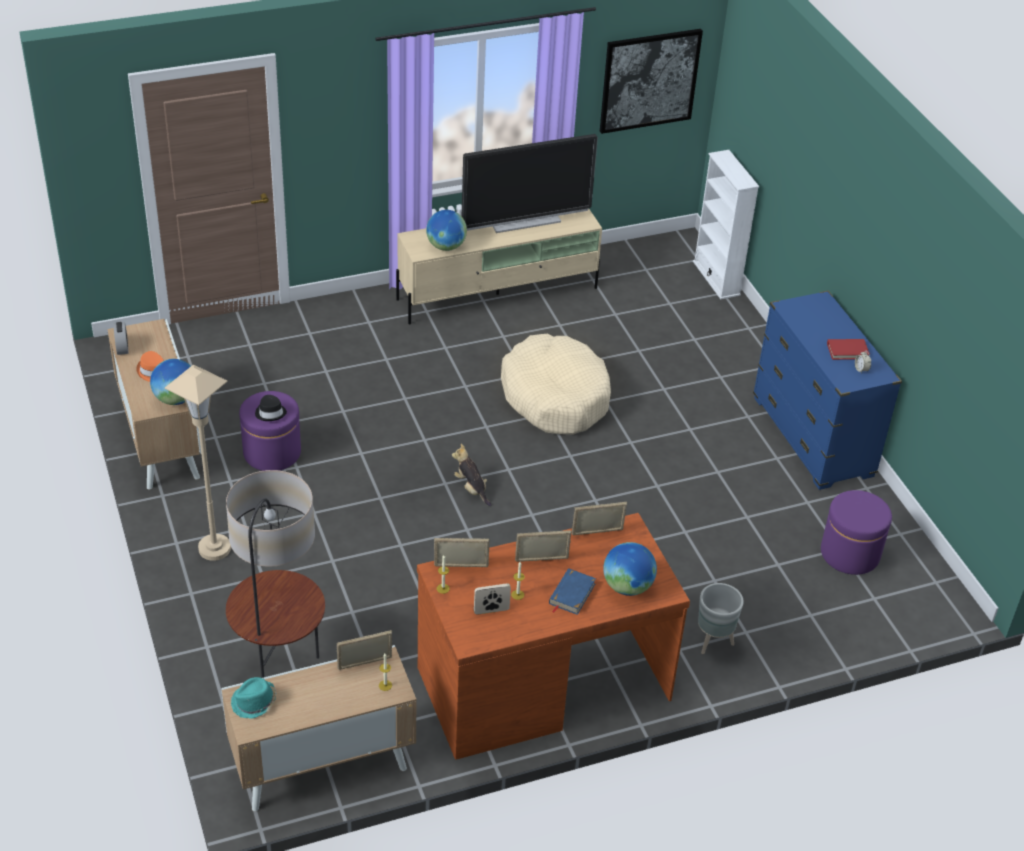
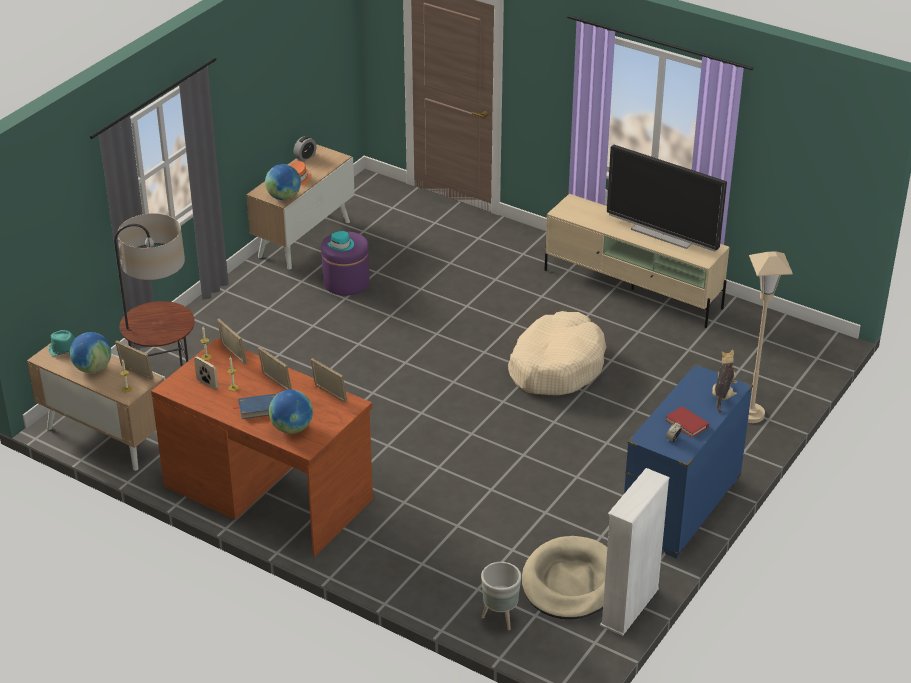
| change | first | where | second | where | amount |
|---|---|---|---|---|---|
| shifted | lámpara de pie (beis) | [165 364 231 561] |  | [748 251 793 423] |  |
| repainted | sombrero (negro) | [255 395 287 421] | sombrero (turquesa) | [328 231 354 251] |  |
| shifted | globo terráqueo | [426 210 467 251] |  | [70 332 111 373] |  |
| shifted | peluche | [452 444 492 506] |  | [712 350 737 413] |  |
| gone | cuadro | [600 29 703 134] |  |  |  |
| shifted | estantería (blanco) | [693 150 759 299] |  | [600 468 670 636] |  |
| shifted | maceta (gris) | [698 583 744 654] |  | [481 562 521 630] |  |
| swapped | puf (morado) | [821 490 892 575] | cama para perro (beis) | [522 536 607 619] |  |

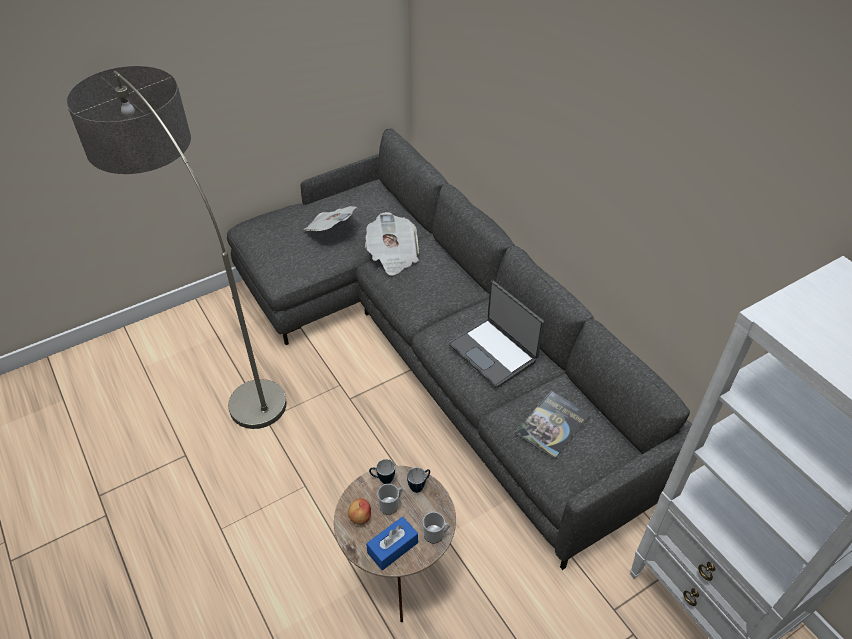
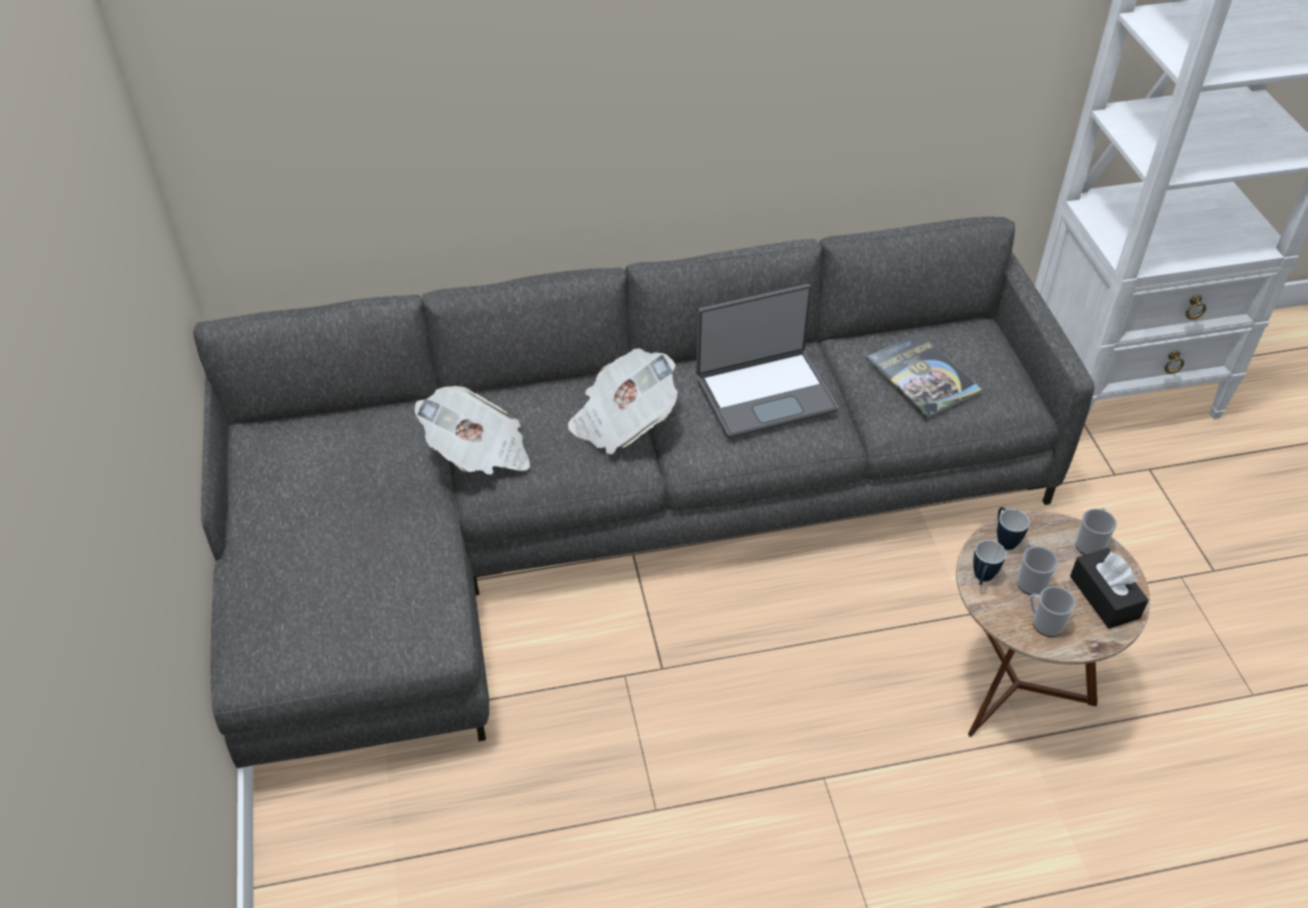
| change | first | where | second | where | amount |
|---|---|---|---|---|---|
| gone | lámpara de pie | [66 66 287 429] |  |  |  |
| shifted | periódico | [304 206 357 231] |  | [568 348 678 454] |  |
| swapped | manzana | [348 499 371 525] | taza grande | [1030 586 1075 637] |  |
| repainted | caja de pañuelos (azul) | [366 517 418 570] | caja de pañuelos (negro) | [1070 548 1149 629] |  |

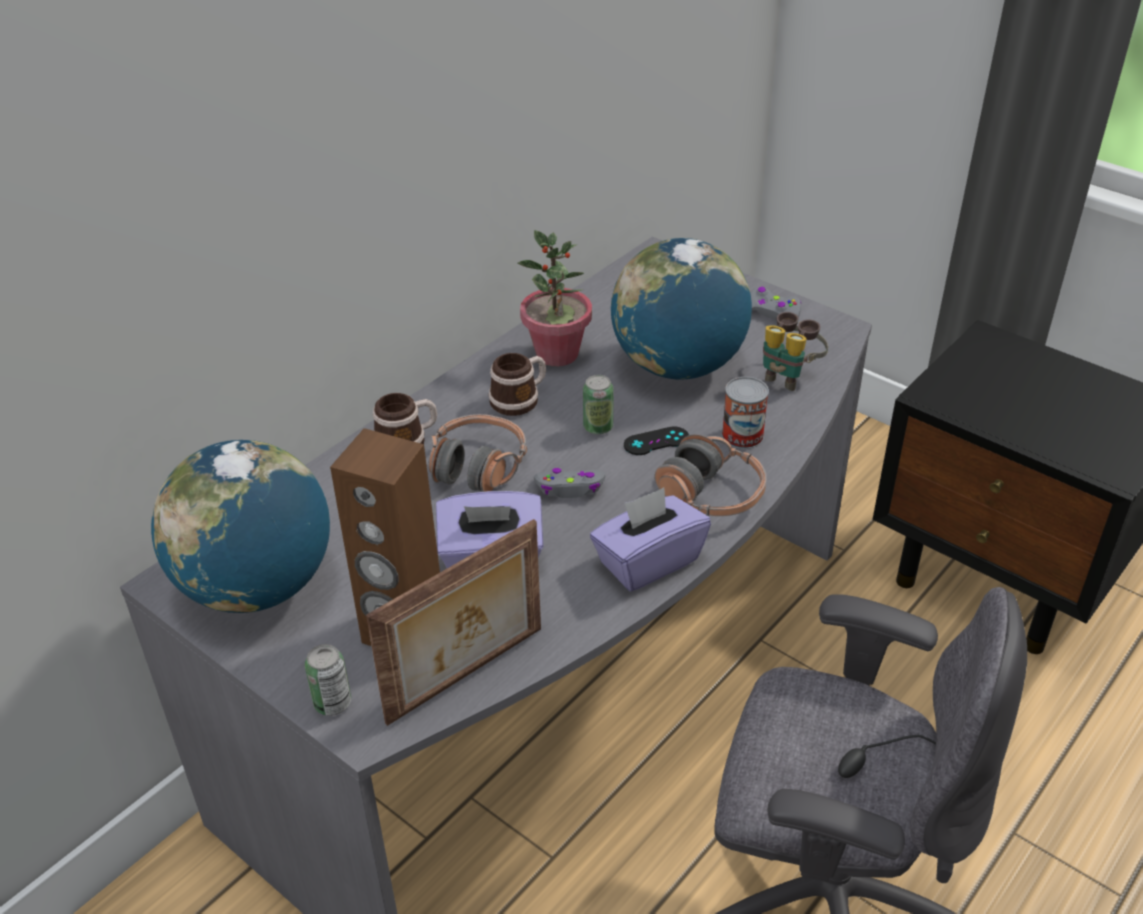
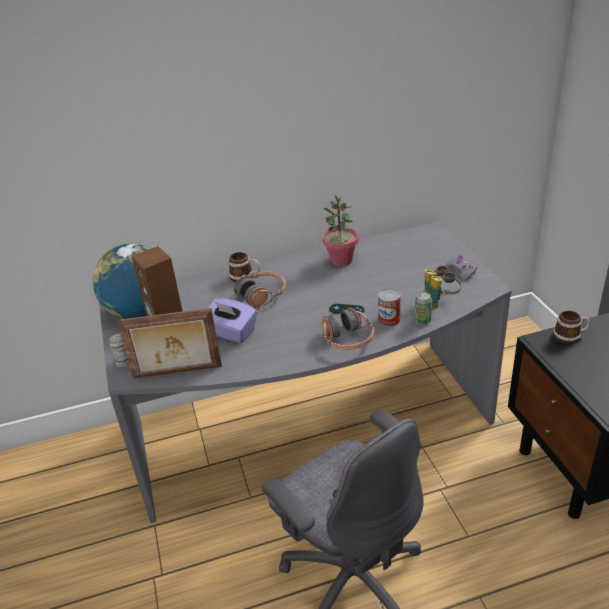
| change | first | where | second | where | amount |
|---|---|---|---|---|---|
| shifted | taza grande | [488 353 546 416] |  | [553 311 590 344] |  |
| gone | mando de consola (gris) | [534 468 605 498] |  |  |  |
| shifted | lata | [583 375 614 434] |  | [415 292 432 325] |  |
| gone | caja de pañuelos (morado) | [590 488 711 592] |  |  |  |
| gone | globo terráqueo | [611 238 752 380] |  |  |  |

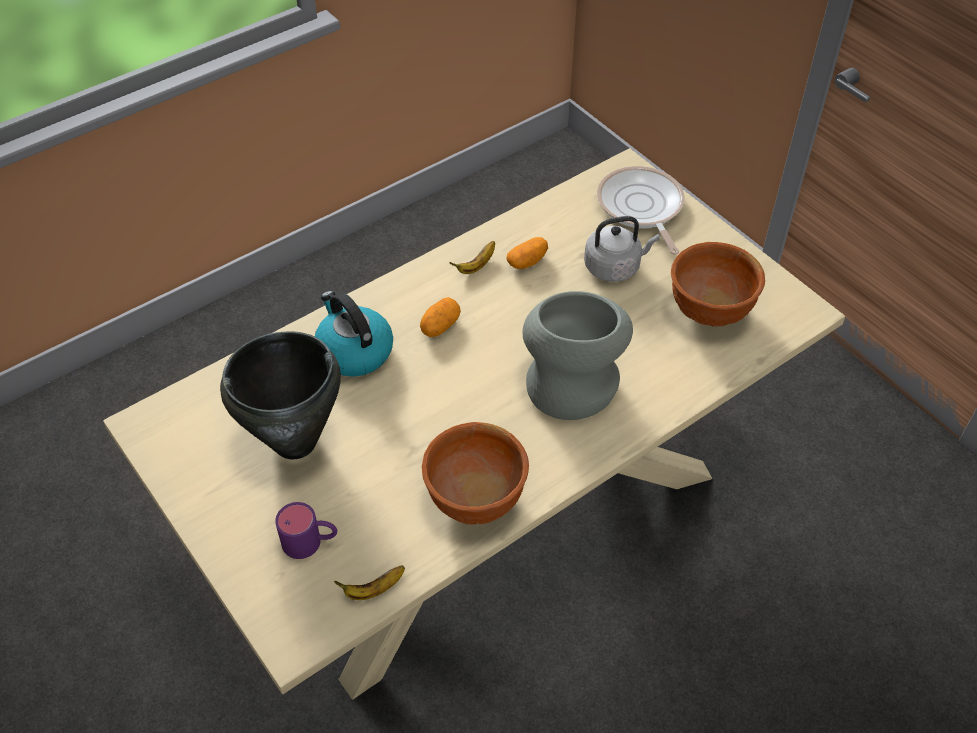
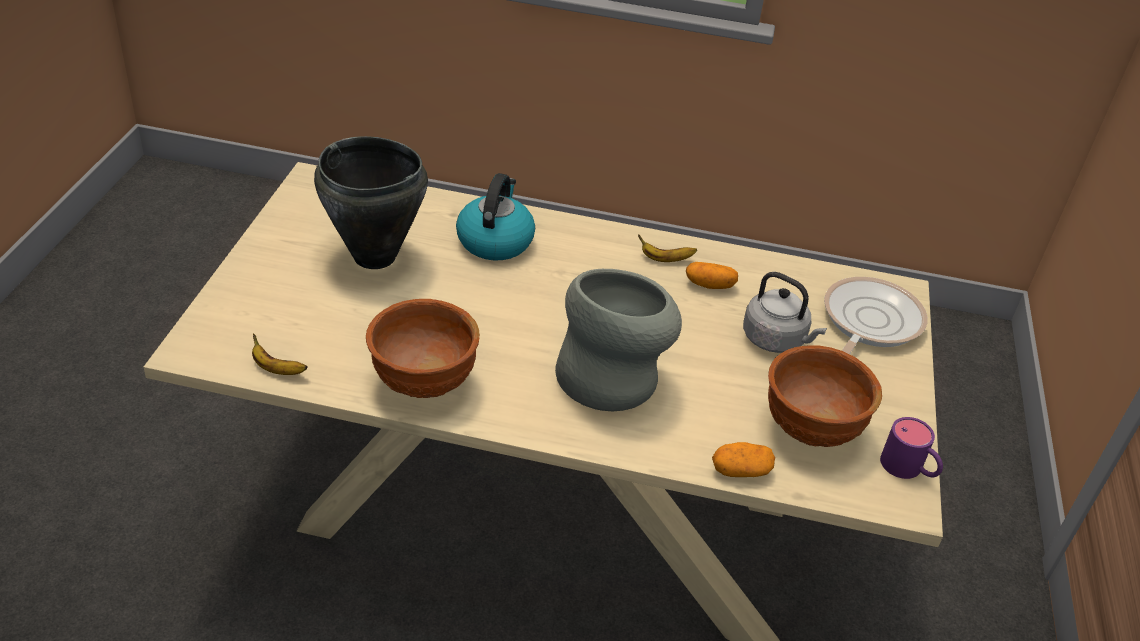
| change | first | where | second | where | amount |
|---|---|---|---|---|---|
| shifted | taza grande (morado) | [275 502 337 559] |  | [880 417 943 479] |  |
| shifted | patata | [420 297 461 337] |  | [712 442 775 477] |  |

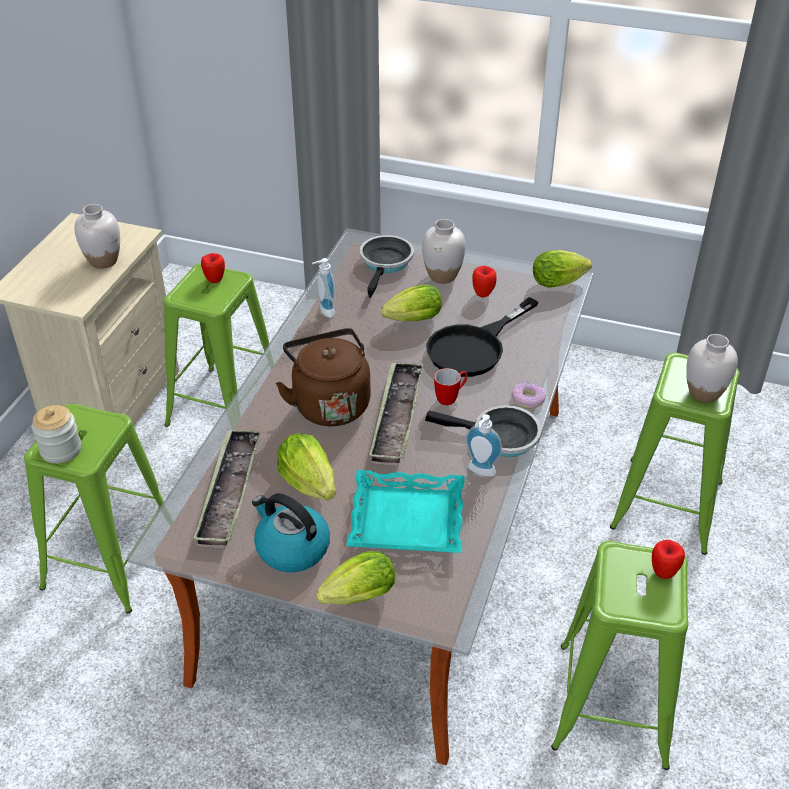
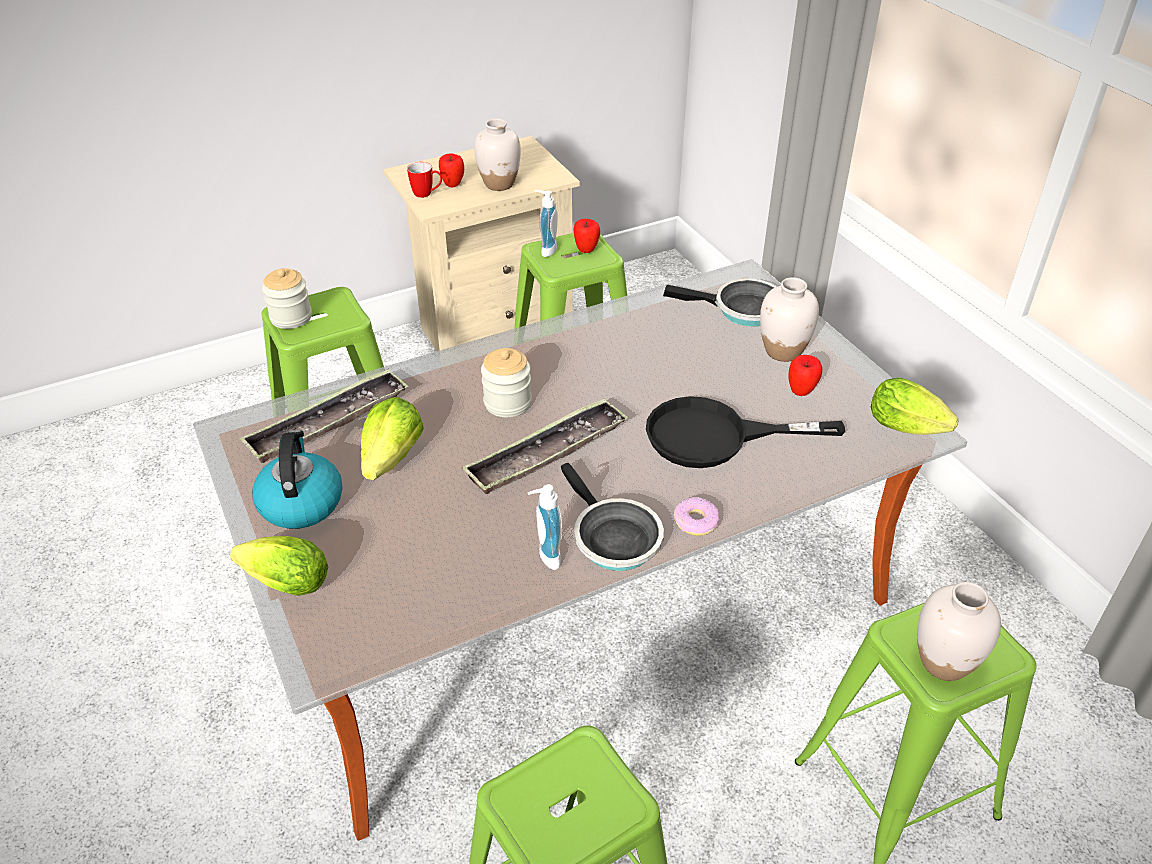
| change | first | where | second | where | amount |
|---|---|---|---|---|---|
| swapped | hervidor (marrón) | [276 328 371 426] | tarro | [481 348 532 417] |  |
| shifted | dispensador de jabón | [312 258 335 318] |  | [535 190 558 257] |  |
| gone | bandeja (turquesa) | [346 470 465 553] |  |  |  |
| rotated | sartén | [360 235 414 298] |  | [663 278 777 327] | 45 degrees clockwise |
| gone | lechuga | [381 284 442 321] |  |  |  |
| shifted | taza grande | [434 368 468 405] |  | [407 162 442 198] |  |
| shifted | manzana | [652 540 685 579] |  | [439 153 464 188] |  |

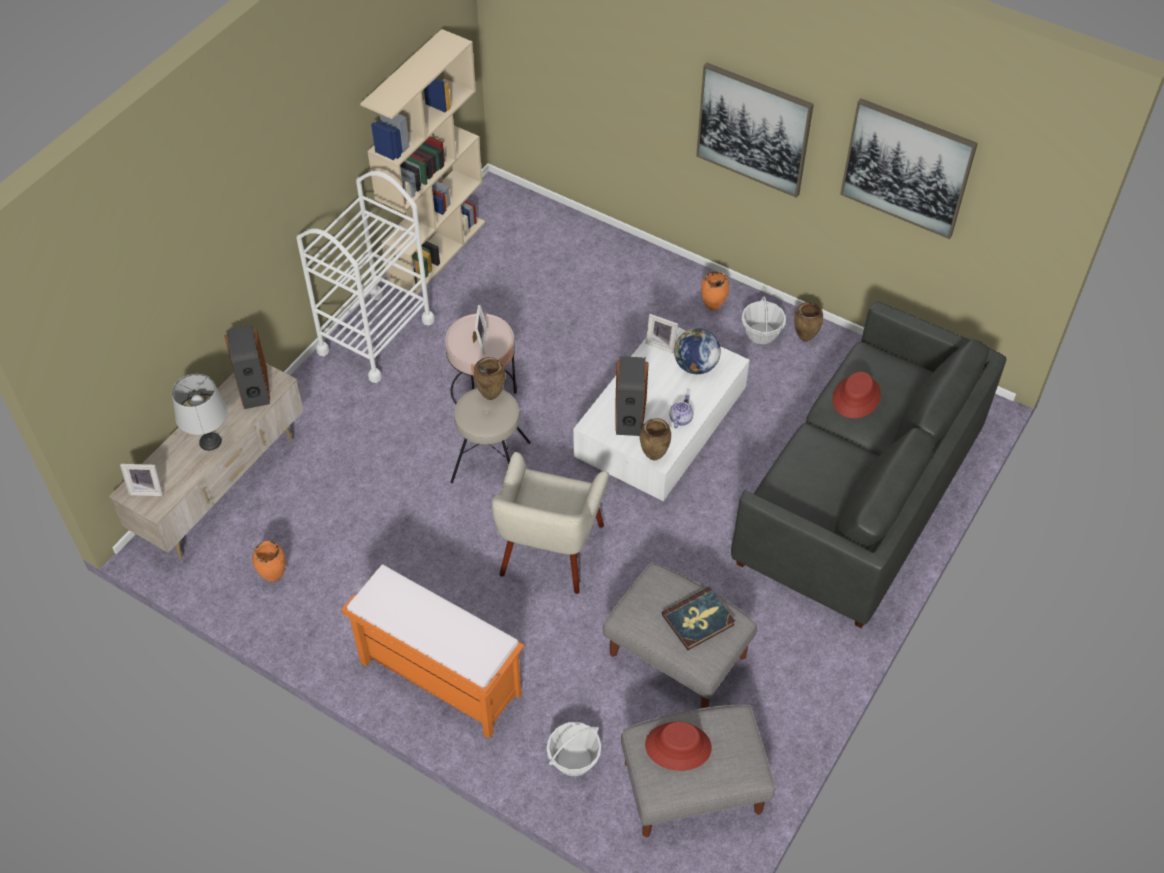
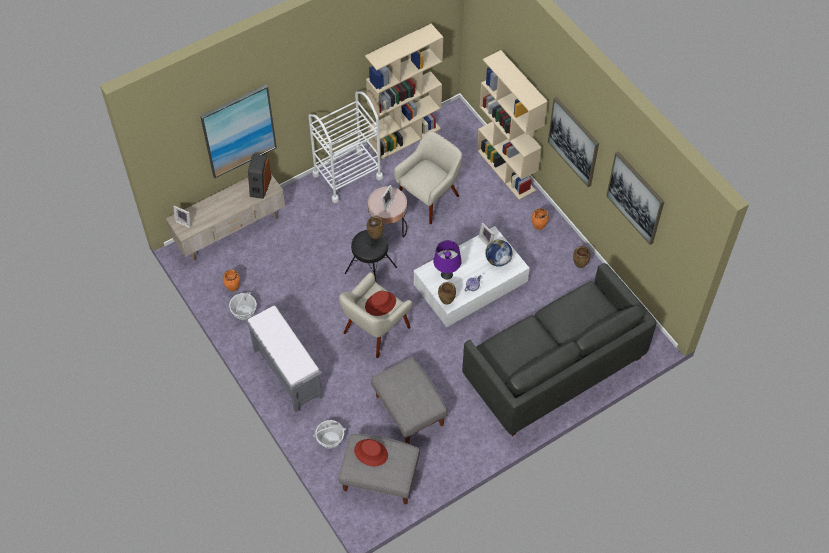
| change | first | where | second | where | amount |
|---|---|---|---|---|---|
| gone | lámpara de mesa (gris) | [172 374 228 451] |  |  |  |
| repainted | banco (naranja) | [342 564 524 739] | banco (gris) | [245 305 323 412] |  |
| repainted | taburete (beis) | [450 388 531 483] | taburete (negro) | [345 230 397 281] |  |
| swapped | altavoz | [615 356 649 436] | lámpara de mesa (morado) | [433 240 462 280] |  |
| gone | libro | [662 587 735 650] |  |  |  |
| shifted | cesta | [742 296 786 344] |  | [229 292 257 320] |  |
| shifted | sombrero (rojo) | [832 372 881 418] |  | [365 291 396 316] |  |
| new |  |  | cuadro | [200 85 277 178] |  |
| new |  |  | sillón (beis) | [394 131 462 224] |  |
| new |  |  | estantería (beis) | [477 50 548 200] |  |

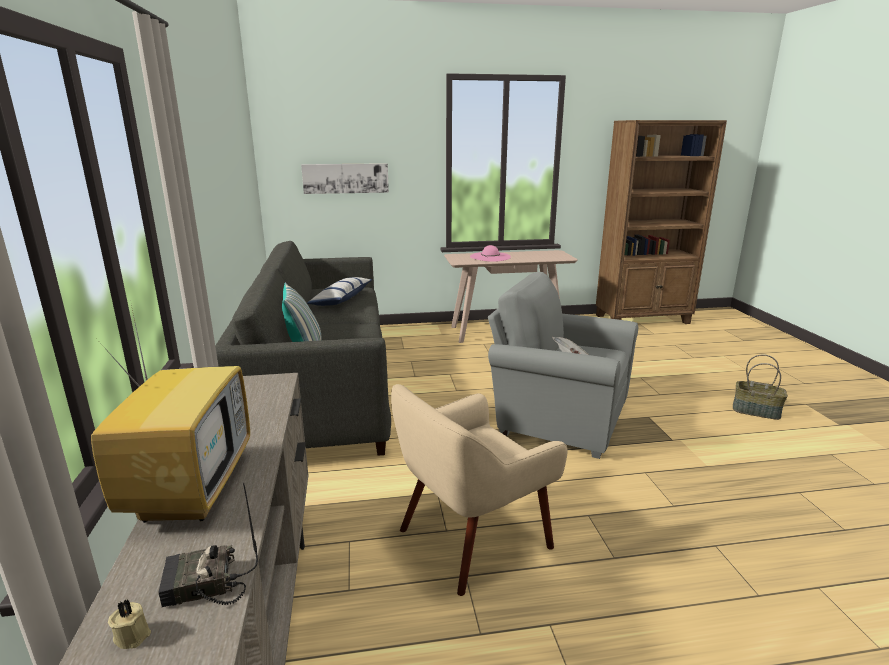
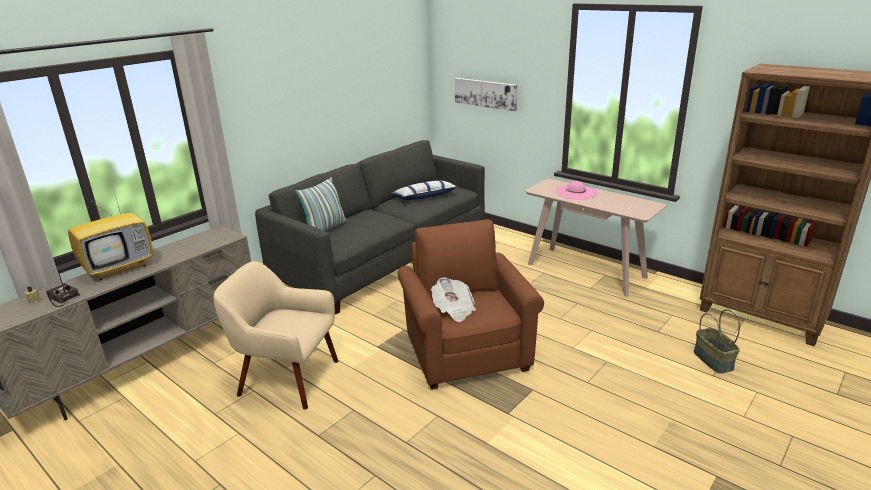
| change | first | where | second | where | amount |
|---|---|---|---|---|---|
| repainted | sillón (gris) | [488 272 638 459] | sillón (marrón) | [397 219 544 390] |  |
| shifted | cesta | [733 354 788 420] |  | [694 309 740 373] |  |

